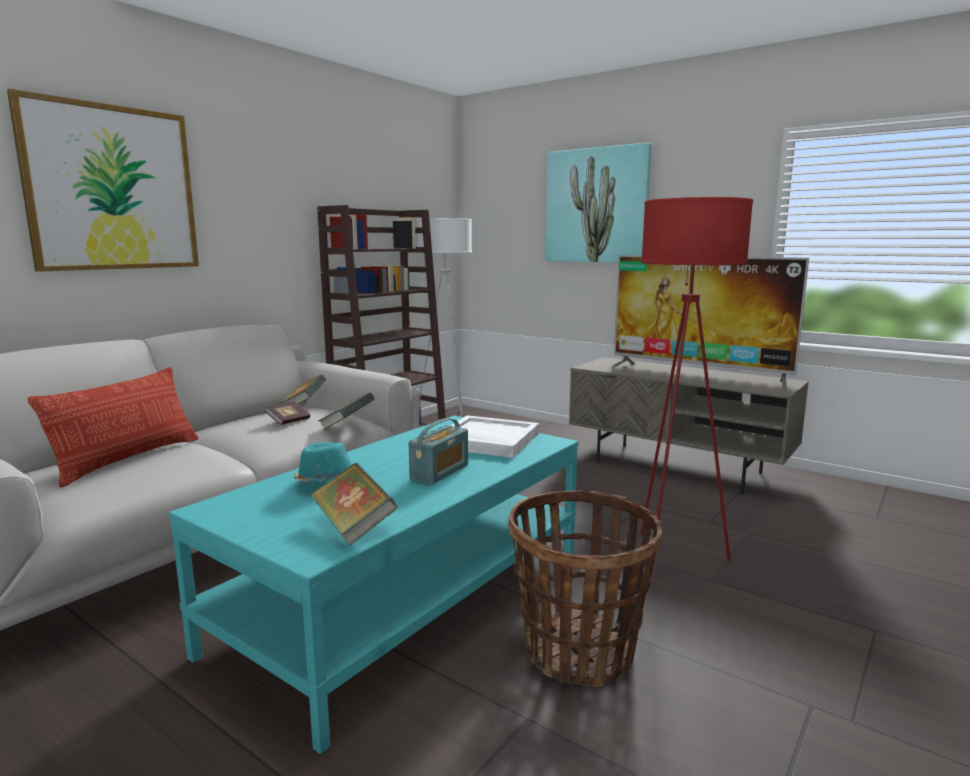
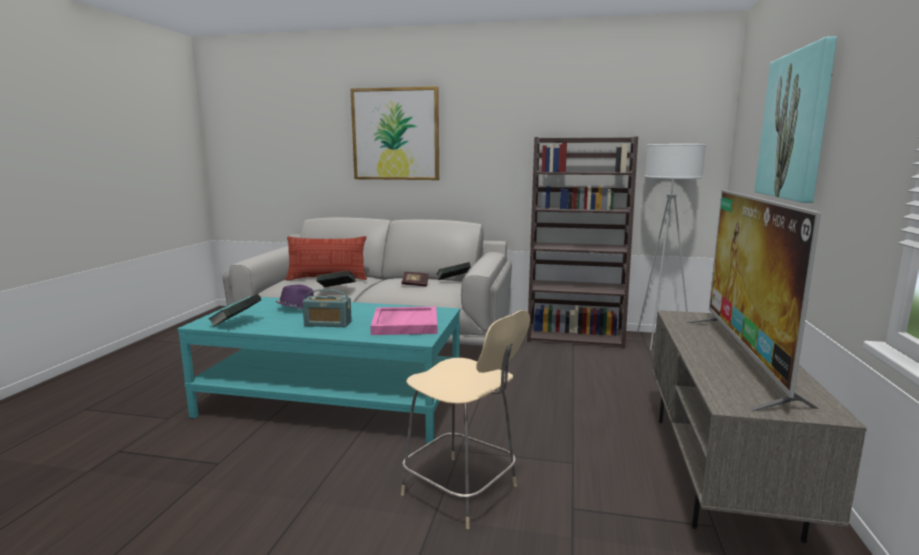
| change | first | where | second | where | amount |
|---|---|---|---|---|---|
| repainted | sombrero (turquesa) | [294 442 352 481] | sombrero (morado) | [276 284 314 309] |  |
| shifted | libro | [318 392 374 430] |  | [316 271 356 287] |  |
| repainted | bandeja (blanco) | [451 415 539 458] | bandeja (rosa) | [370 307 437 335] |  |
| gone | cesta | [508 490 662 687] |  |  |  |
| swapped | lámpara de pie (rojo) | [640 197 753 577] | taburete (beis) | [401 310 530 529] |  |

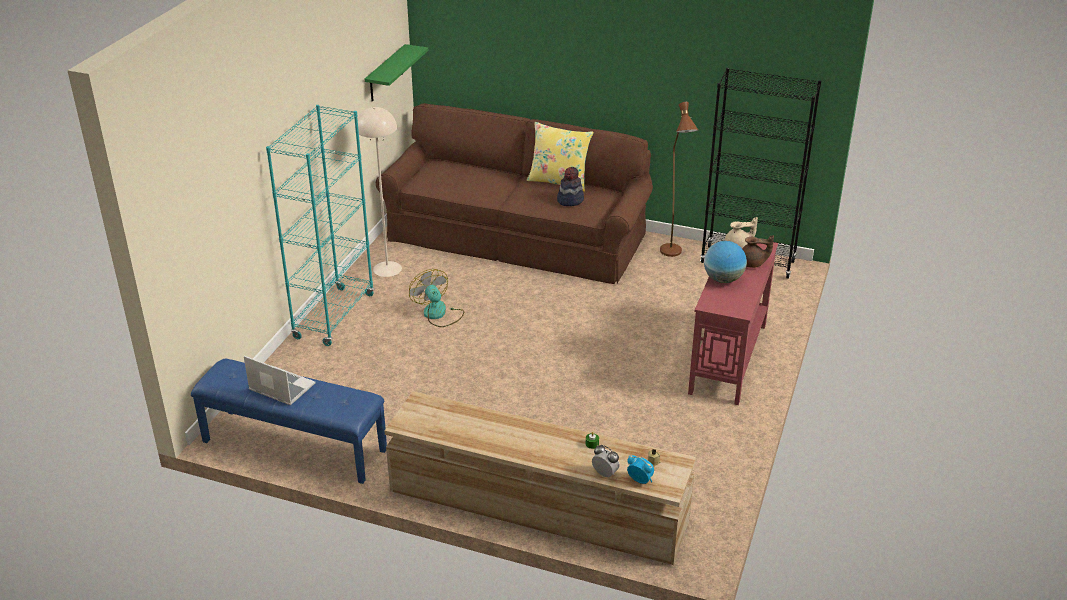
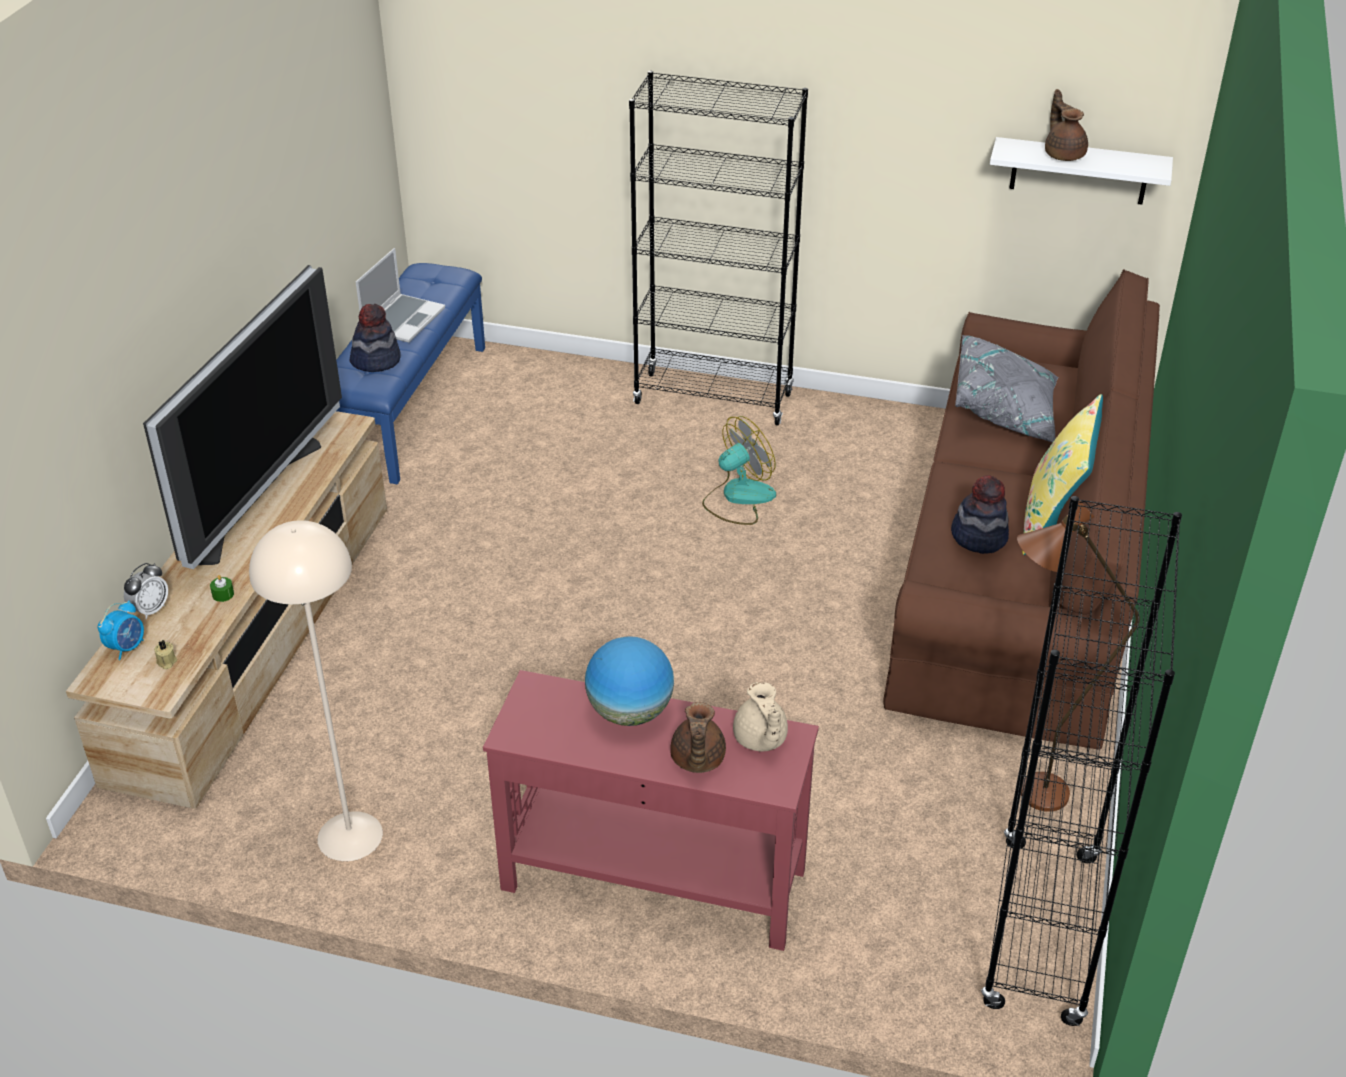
| change | first | where | second | where | amount |
|---|---|---|---|---|---|
| repainted | estantería (turquesa) | [266 105 374 346] | estantería (negro) | [629 71 808 425] |  |
| shifted | lámpara de pie (beis) | [355 107 402 277] |  | [249 520 383 861] |  |
| repainted | estante (verde) | [365 44 428 102] | estante (blanco) | [990 137 1173 205] |  |
| new |  |  | televisor | [143 265 342 569] |  |
| new |  |  | sombrero | [350 304 401 372] |  |
| new |  |  | cojín (gris) | [955 335 1058 443] |  |
| new |  |  | tetera (marrón) | [1045 89 1088 161] |  |

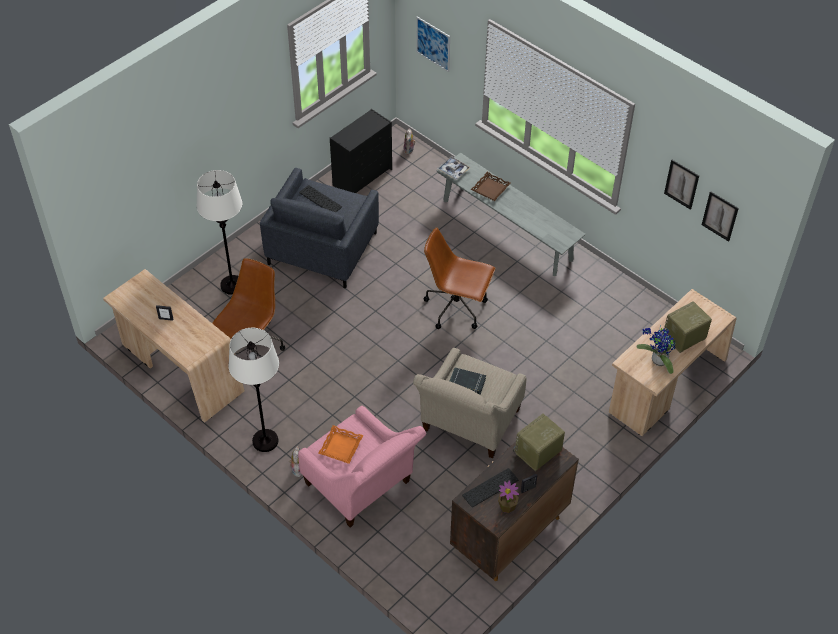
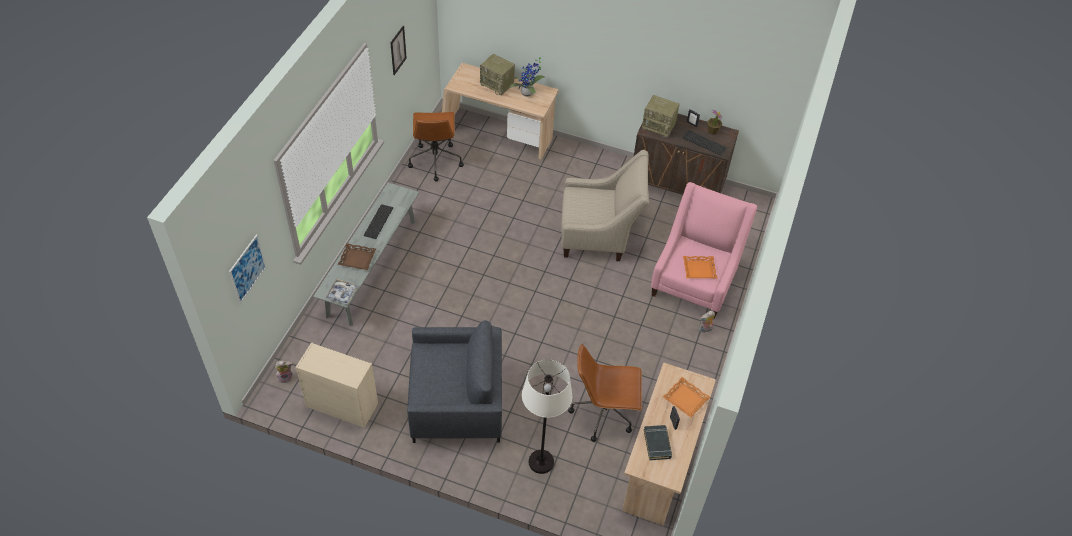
| change | first | where | second | where | amount |
|---|---|---|---|---|---|
| gone | lámpara de pie (blanco) | [228 328 279 452] |  |  |  |
| shifted | teclado | [299 185 342 212] |  | [364 204 393 239] |  |
| repainted | cómoda (negro) | [330 109 392 193] | cómoda (beis) | [296 342 378 428] |  |
| shifted | silla de oficina (marrón) | [423 227 495 329] |  | [408 112 464 181] |  |
| shifted | libro (negro) | [450 367 486 395] |  | [644 425 672 460] |  |
| gone | cuadro | [702 191 739 242] |  |  |  |
| new |  |  | bandeja (naranja) | [663 377 710 418] |  |

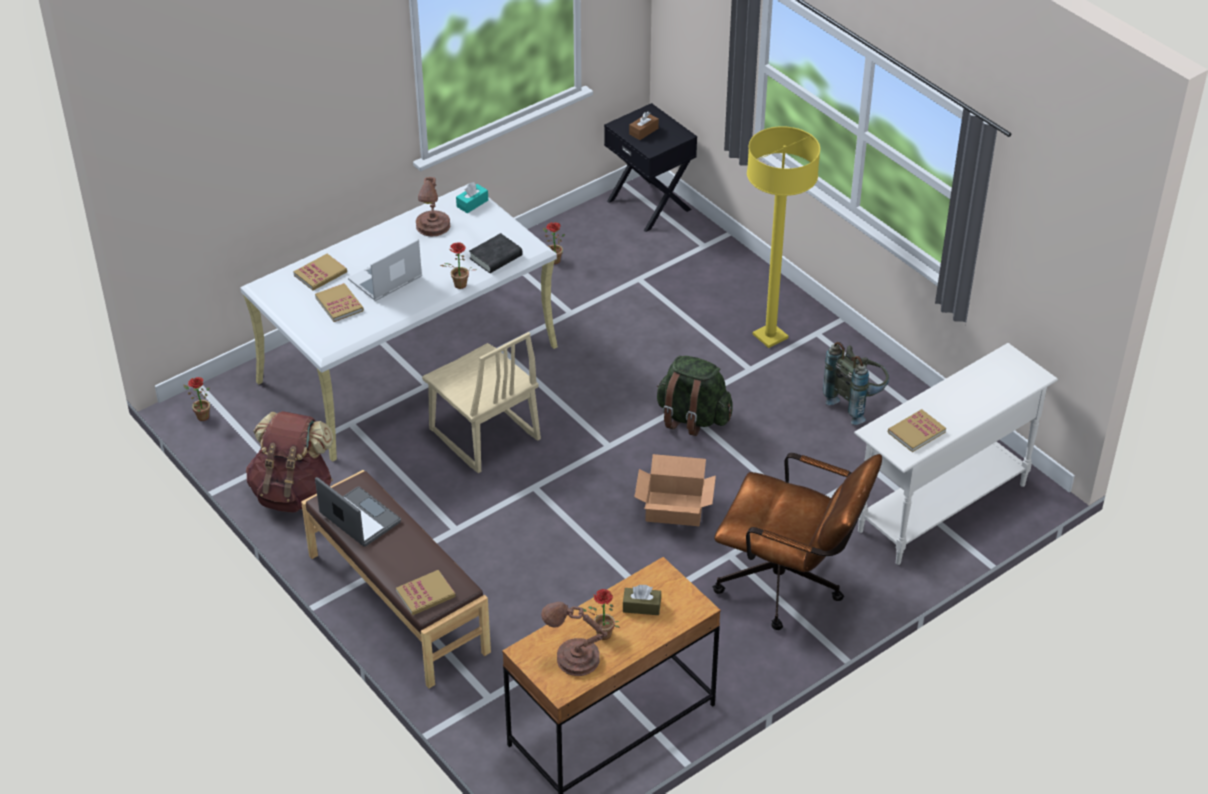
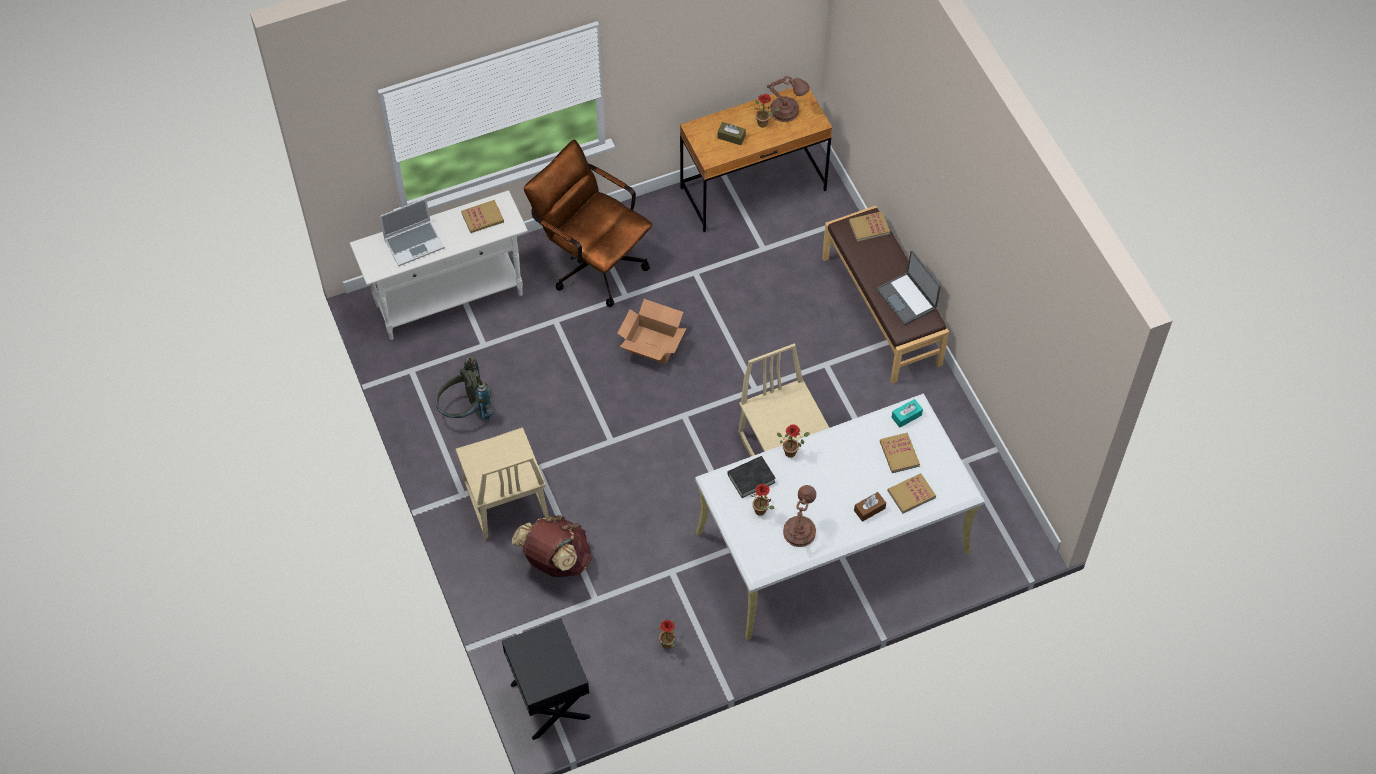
| change | first | where | second | where | amount |
|---|---|---|---|---|---|
| shifted | planta en maceta | [183 377 210 421] |  | [751 484 774 516] |  |
| shifted | mochila (marrón) | [246 411 333 513] |  | [512 515 592 577] |  |
| shifted | portátil | [348 239 422 301] |  | [379 198 445 266] |  |
| shifted | caja de pañuelos (turquesa) | [456 182 488 213] |  | [891 399 923 428] |  |
| shifted | caja de pañuelos (marrón) | [629 112 659 140] |  | [854 492 886 522] |  |
| gone | mochila (verde) | [657 356 732 436] |  |  |  |
| swapped | lámpara de pie (amarillo) | [747 126 820 348] | silla (beis) | [455 428 549 539] |  |

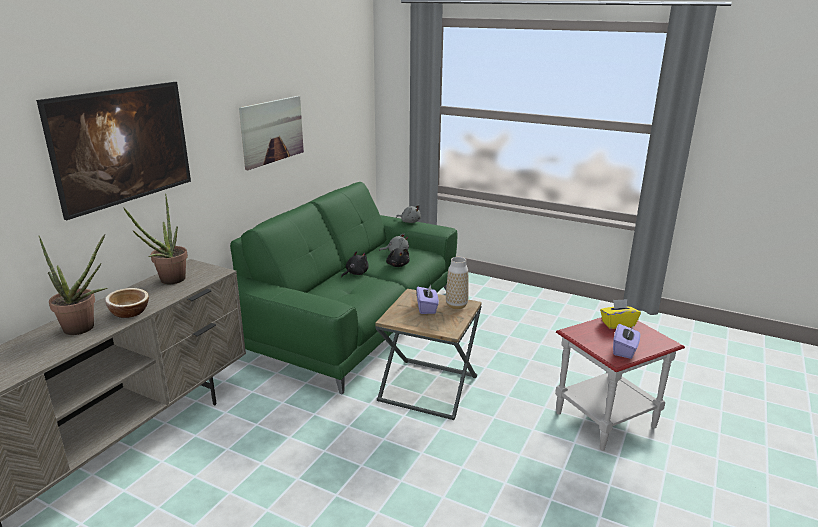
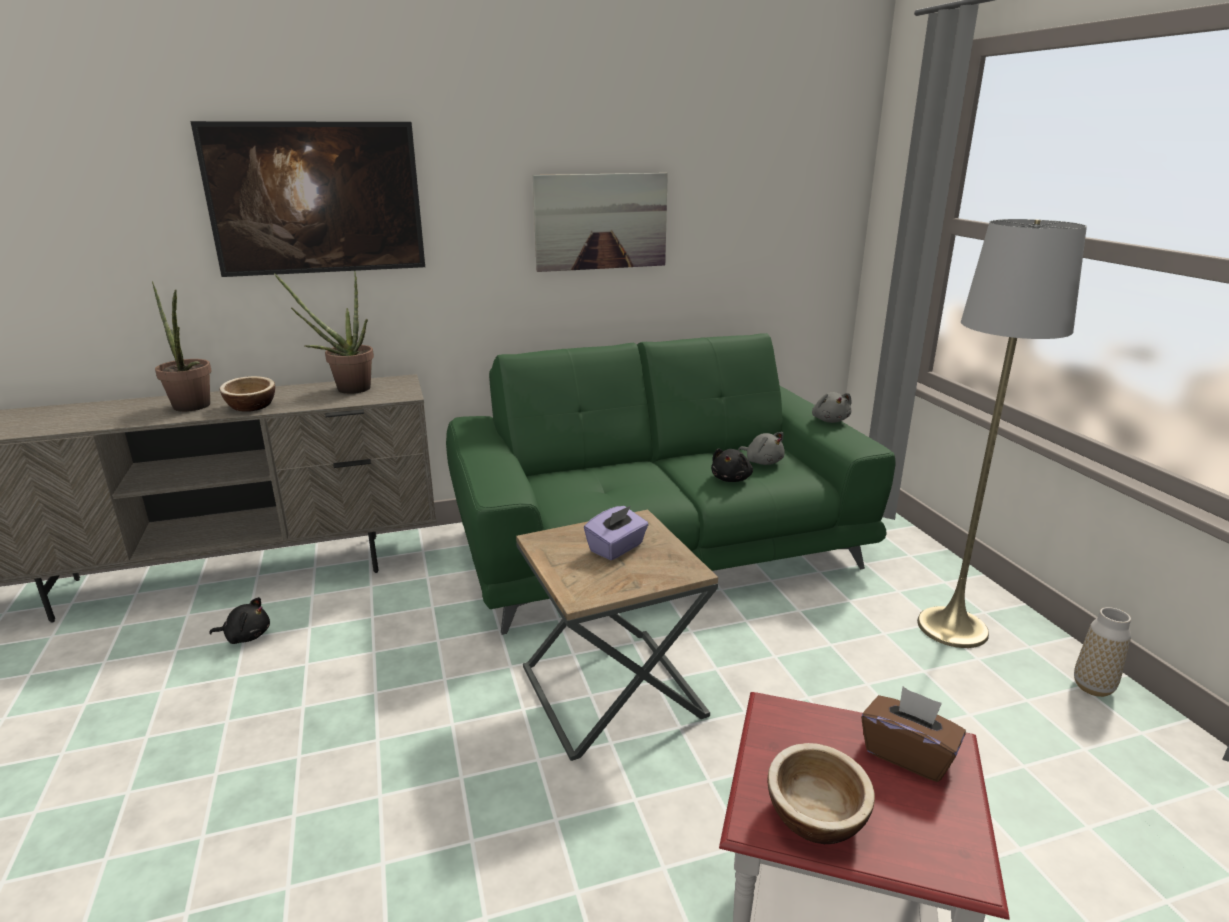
| change | first | where | second | where | amount |
|---|---|---|---|---|---|
| shifted | peluche (negro) | [341 251 369 278] |  | [209 597 270 644] |  |
| shifted | florero | [446 257 469 309] |  | [1074 607 1131 697] |  |
| repainted | caja de pañuelos (amarillo) | [600 299 641 329] | caja de pañuelos (marrón) | [861 687 966 782] |  |
| swapped | caja de pañuelos (morado) | [613 324 641 359] | cuenco | [768 743 875 844] |  |
| new |  |  | lámpara de pie (gris) | [917 219 1087 648] |  |

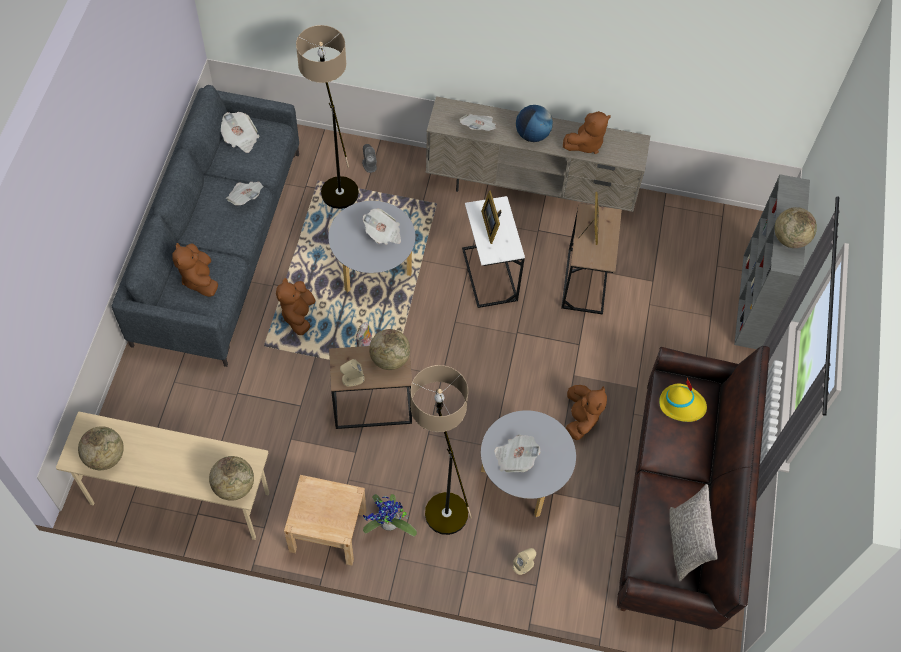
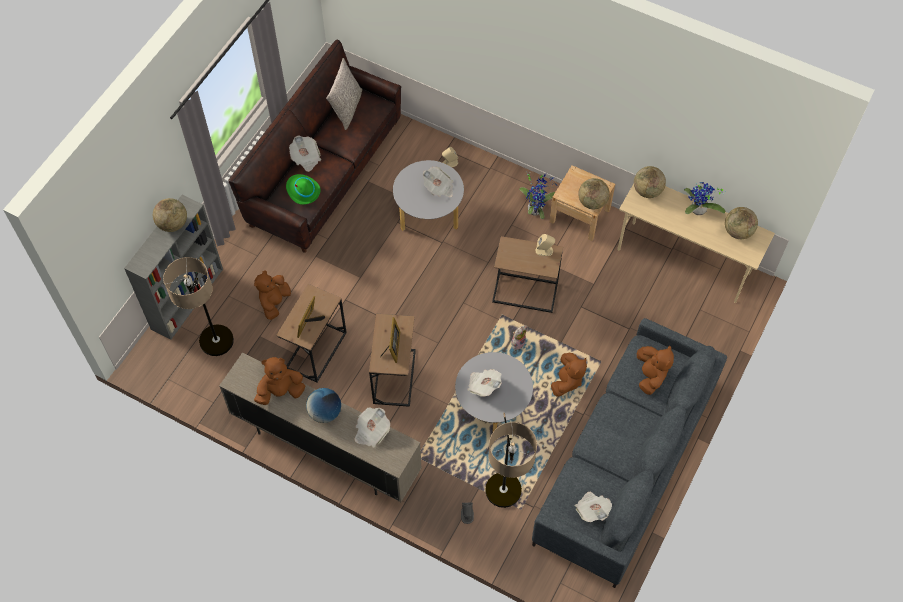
| change | first | where | second | where | amount |
|---|---|---|---|---|---|
| shifted | periódico | [226 182 263 205] |  | [289 135 321 172] |  |
| shifted | globo terráqueo | [369 329 410 370] |  | [578 178 610 209] |  |
| shifted | lámpara de pie | [410 365 472 535] |  | [163 257 234 356] |  |
| repainted | mesa auxiliar (blanco) | [462 196 525 308] | mesa auxiliar (marrón) | [369 314 416 407] |  |
| shifted | peluche (marrón) | [566 385 607 440] |  | [254 270 291 320] |  |
| repainted | sombrero (amarillo) | [659 378 707 422] | sombrero (verde) | [286 174 321 205] |  |
| new |  |  | planta en maceta | [684 182 726 215] |  |

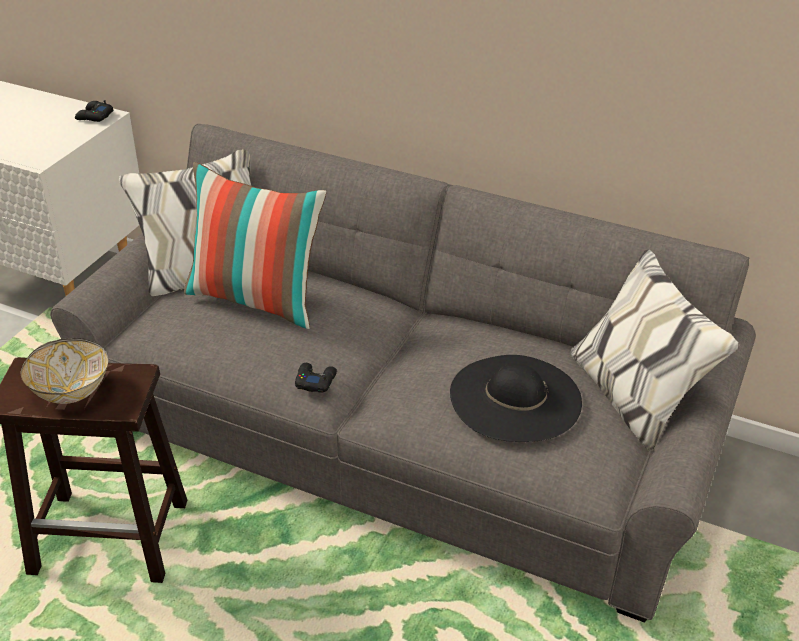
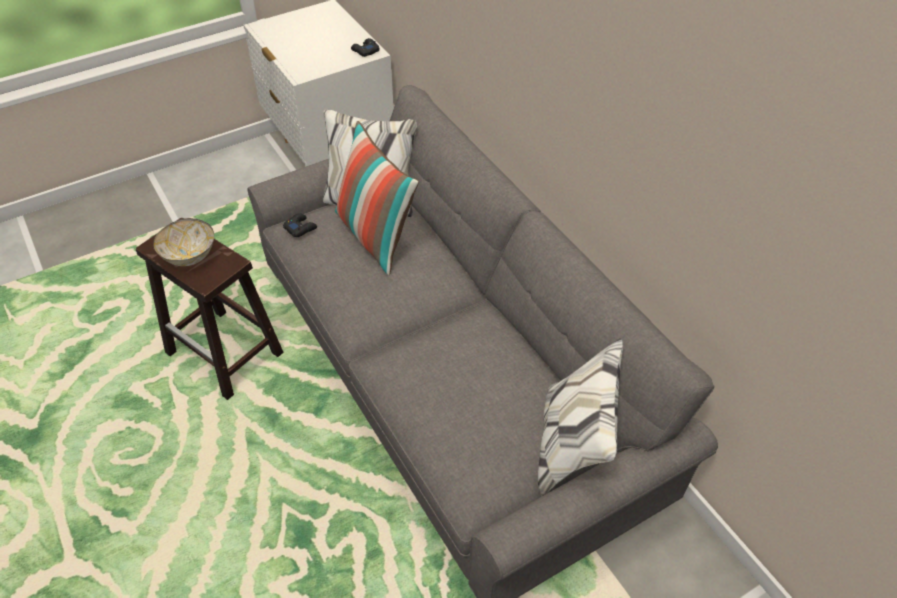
| change | first | where | second | where | amount |
|---|---|---|---|---|---|
| shifted | mando de consola (negro) | [295 363 337 393] |  | [283 213 317 237] |  |
| gone | sombrero (negro) | [450 355 582 442] |  |  |  |

